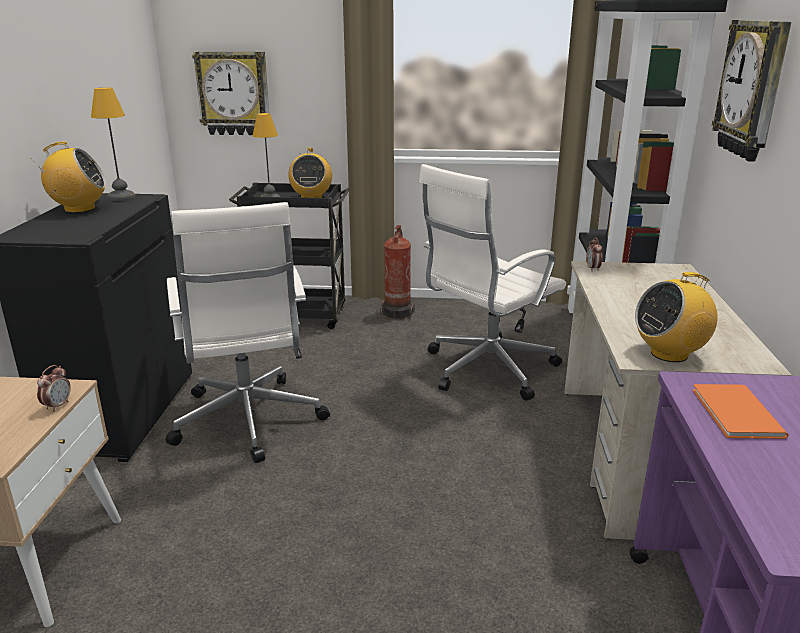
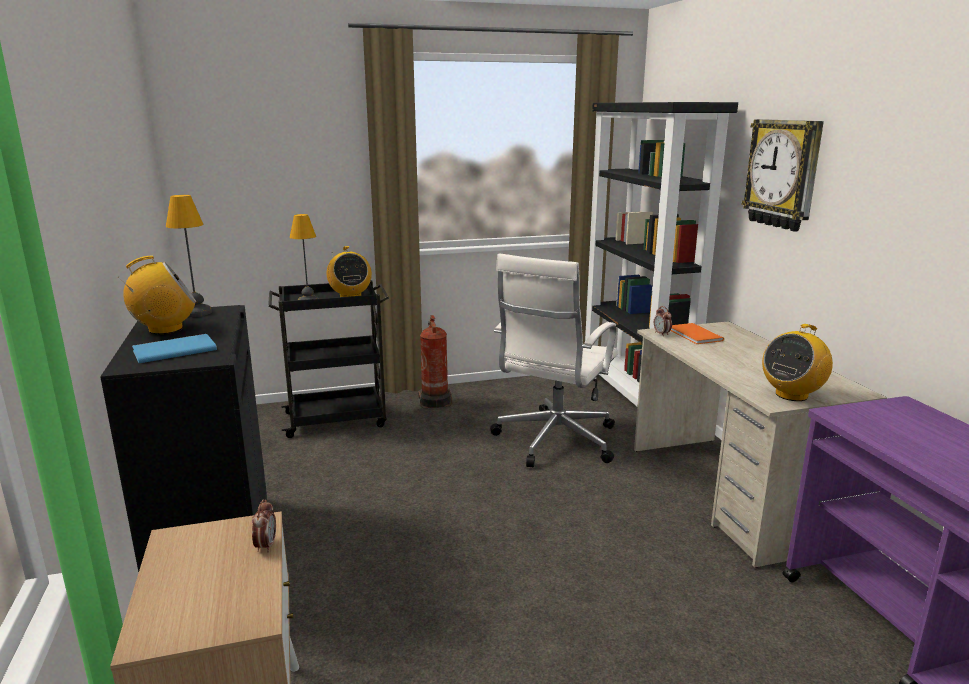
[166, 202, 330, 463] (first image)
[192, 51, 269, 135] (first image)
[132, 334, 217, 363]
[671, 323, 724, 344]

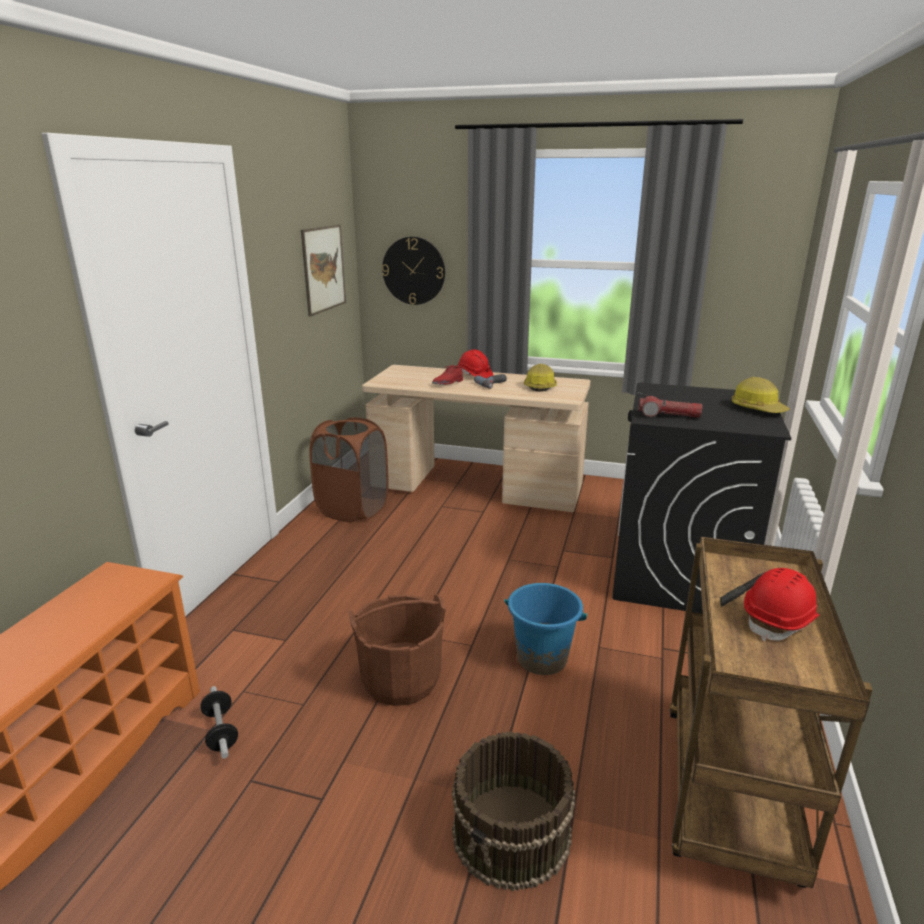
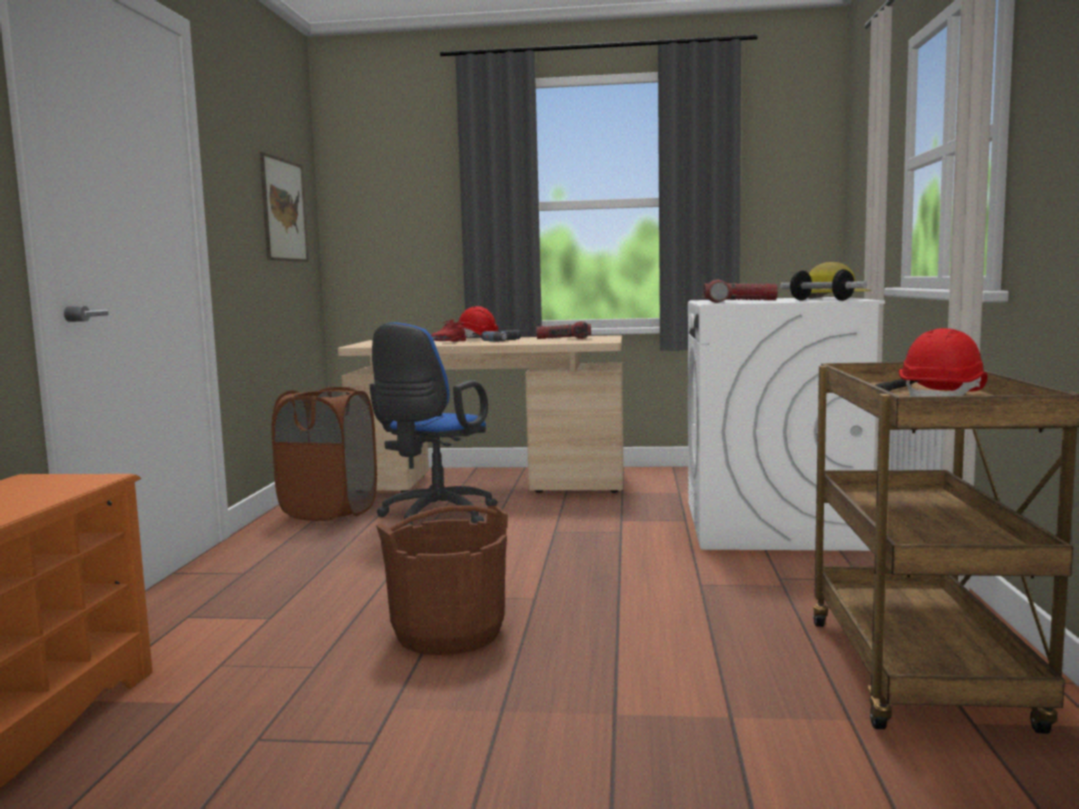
[382, 237, 445, 305] (first image)
[452, 731, 575, 892] (first image)
[504, 583, 587, 675] (first image)
[370, 322, 498, 527]
[780, 269, 867, 301]
[536, 321, 591, 339]
[688, 297, 885, 551]

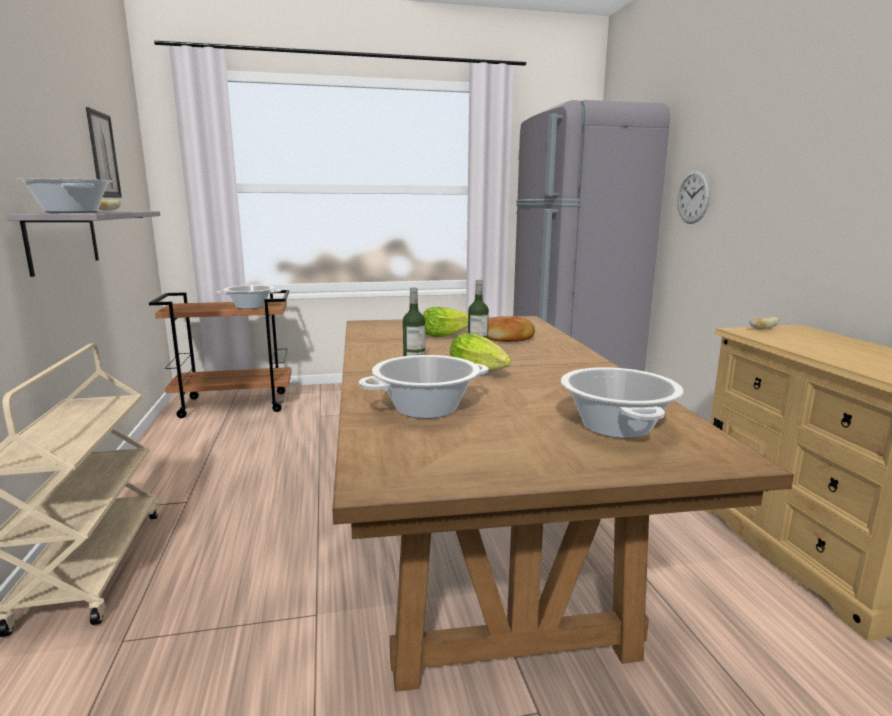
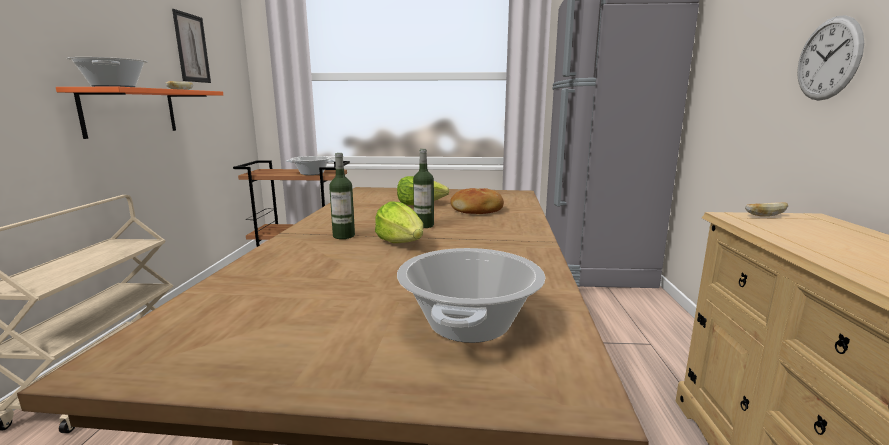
[359, 355, 489, 419] (first image)
[797, 15, 864, 101]
[56, 87, 223, 139]

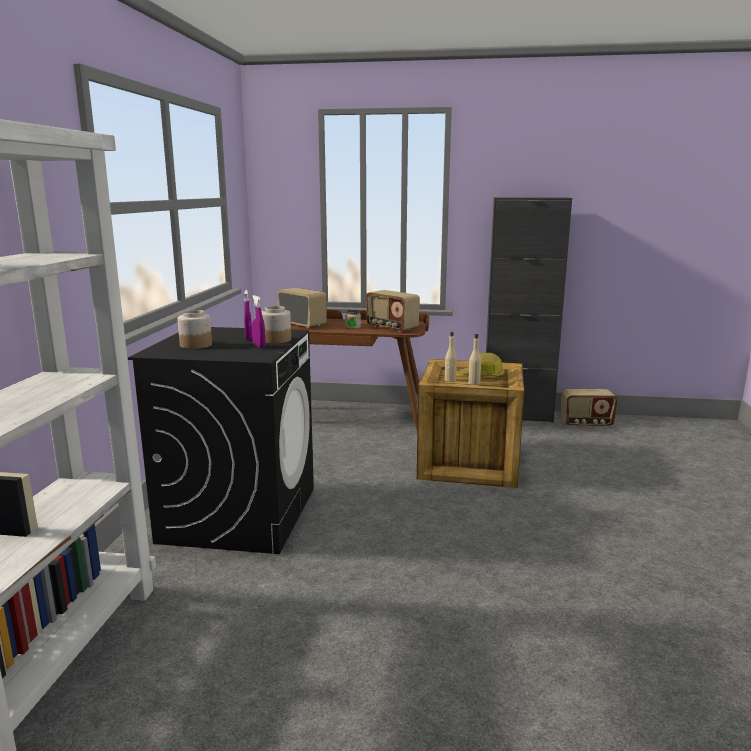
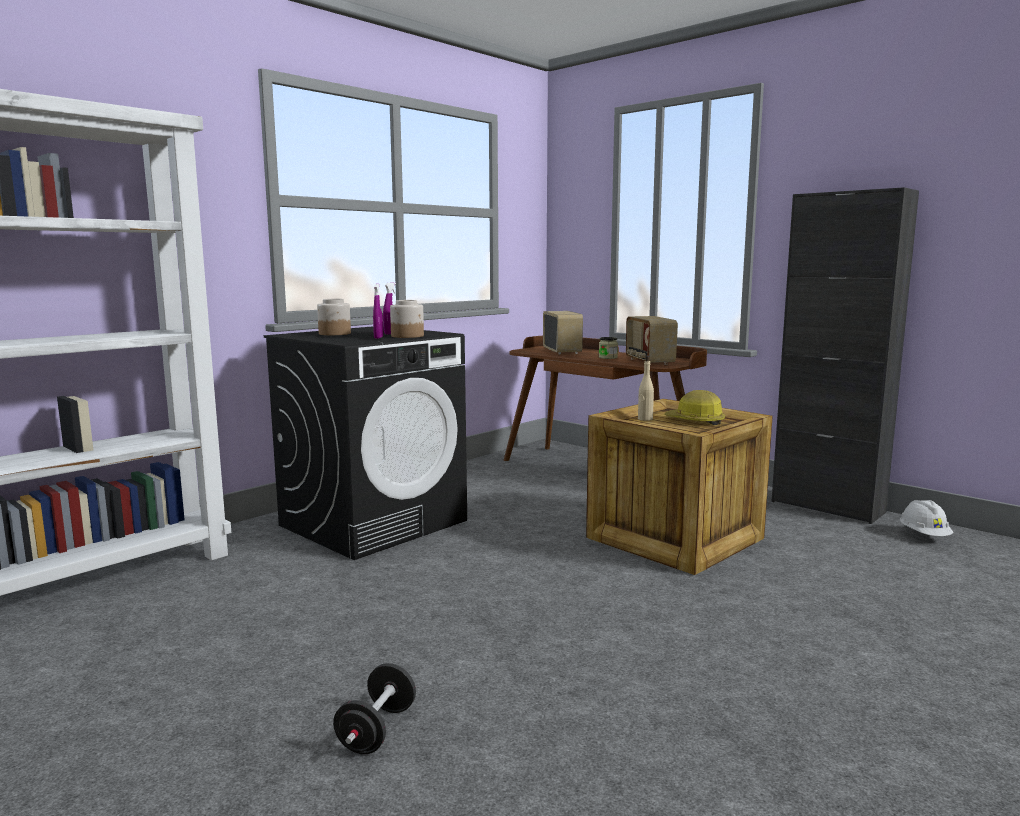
[468, 334, 481, 385] (first image)
[333, 663, 416, 754]
[900, 500, 953, 536]

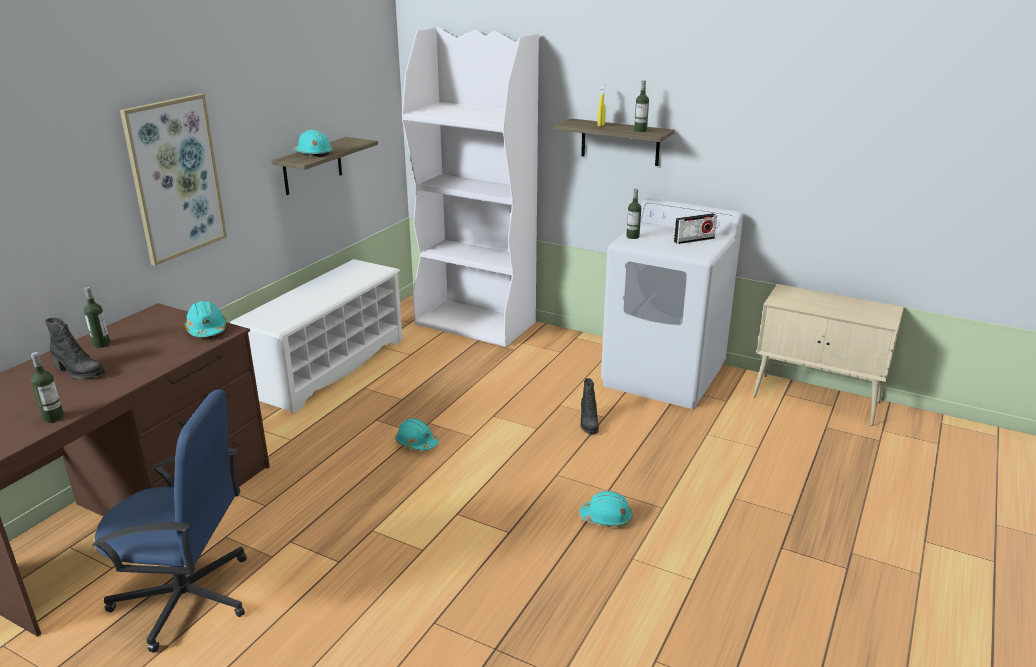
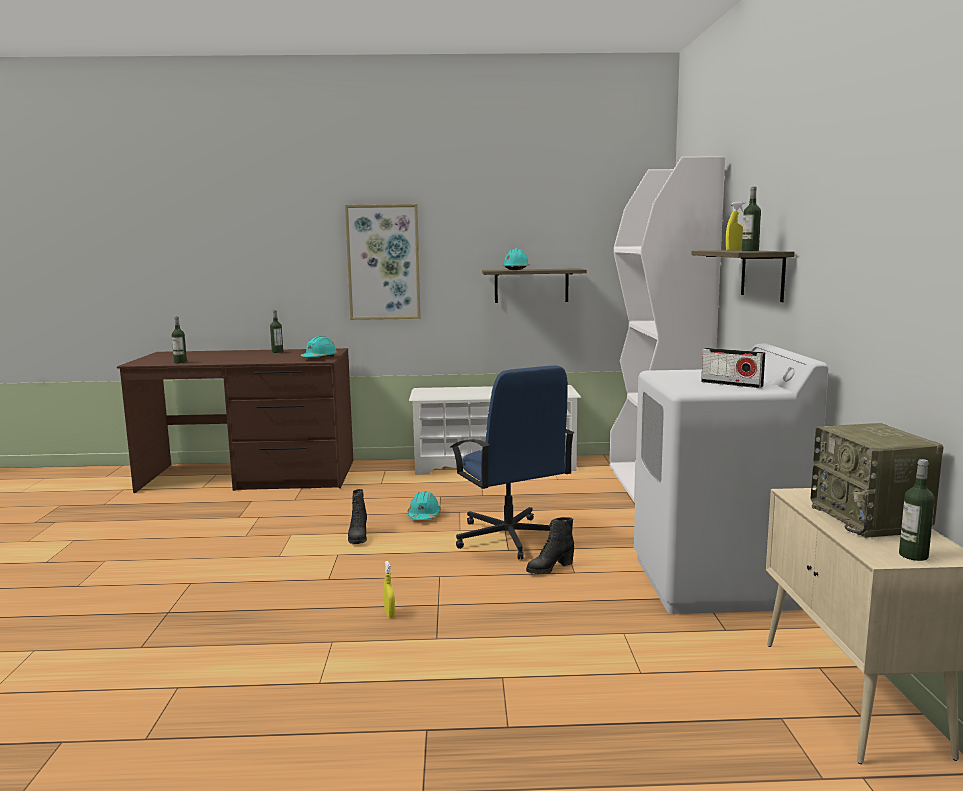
[810, 423, 944, 538]
[348, 489, 367, 544]
[451, 365, 574, 560]
[899, 459, 935, 561]
[384, 561, 395, 618]

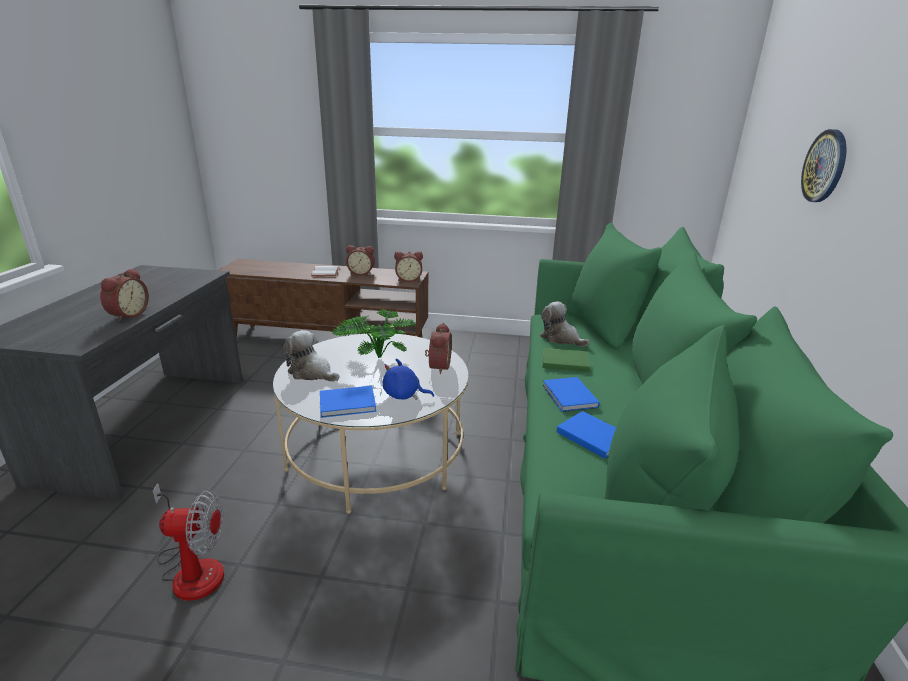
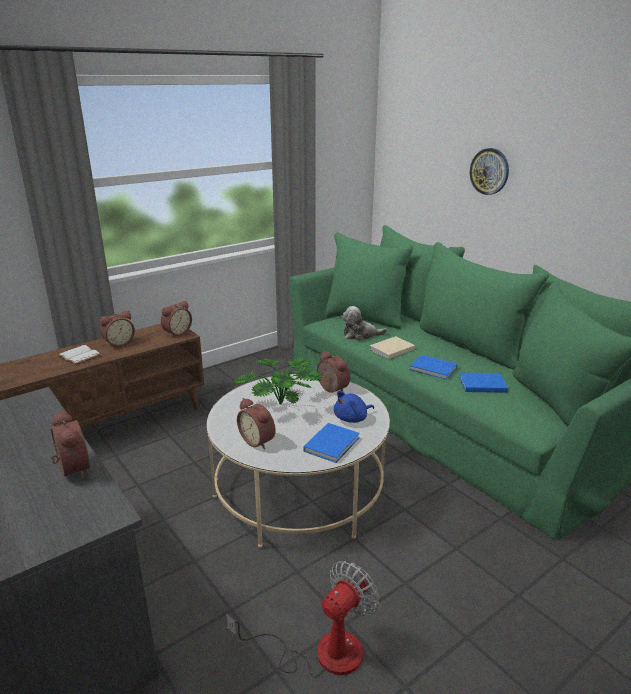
[237, 398, 275, 449]
[370, 336, 415, 359]

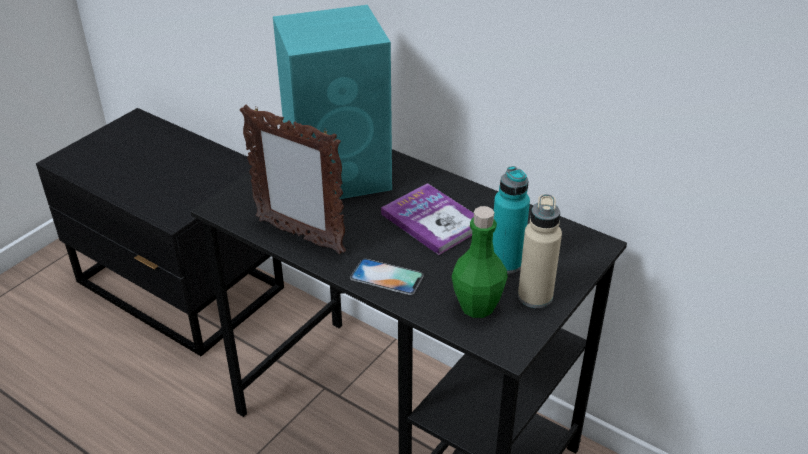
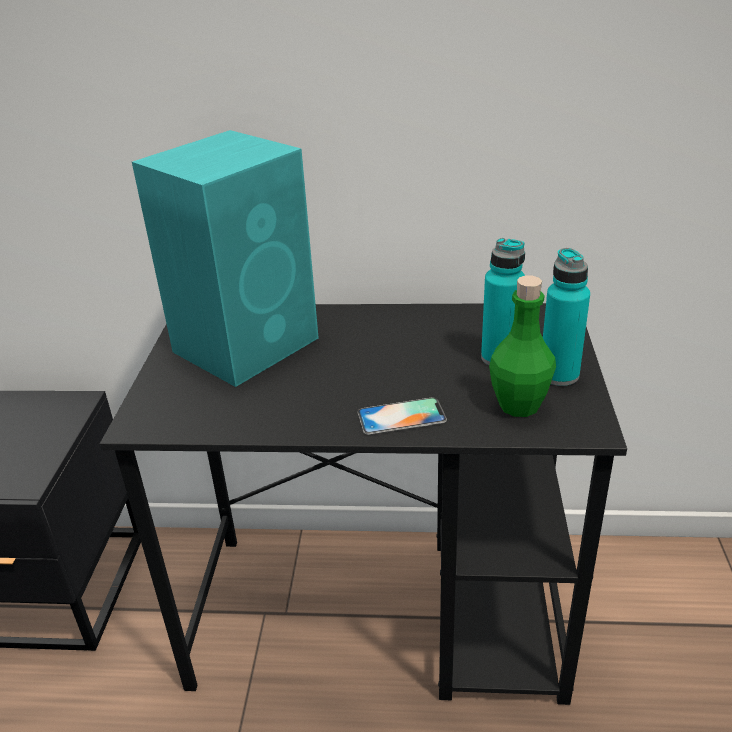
[240, 105, 346, 254] (first image)
[381, 183, 474, 255] (first image)
[543, 248, 590, 386]

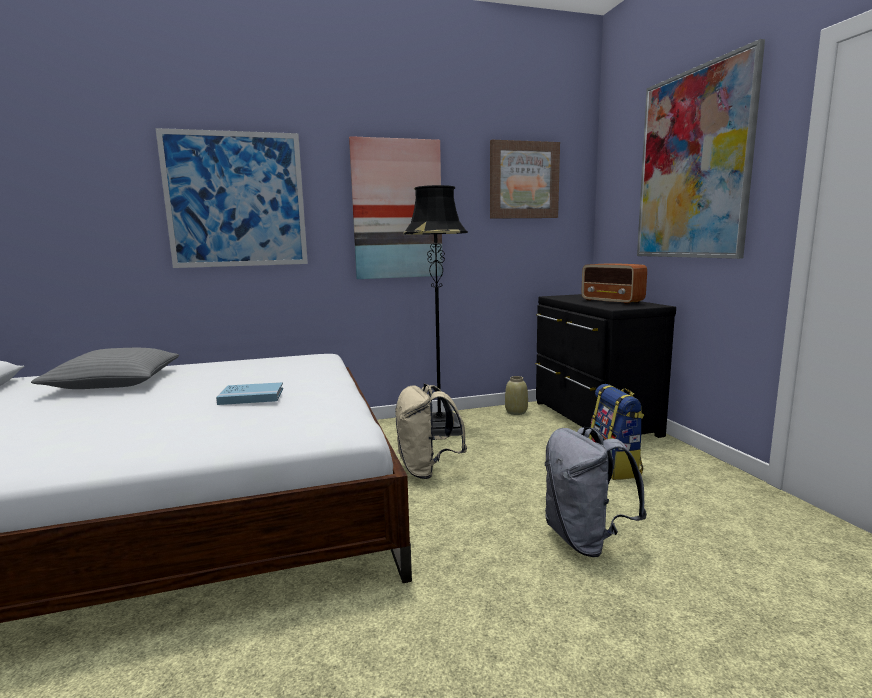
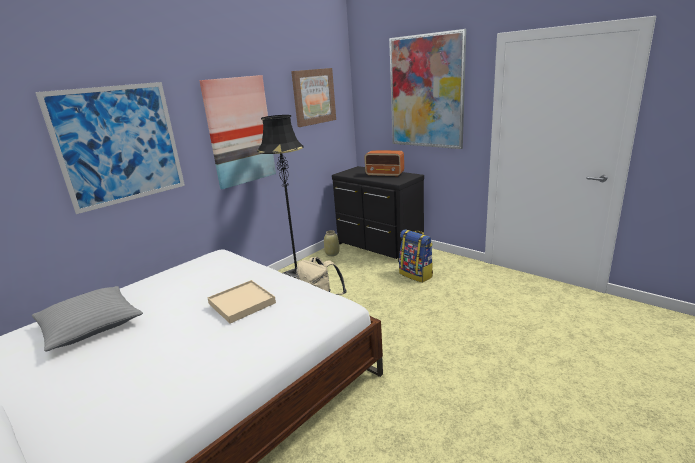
[545, 427, 647, 557] (first image)
[207, 280, 276, 323]

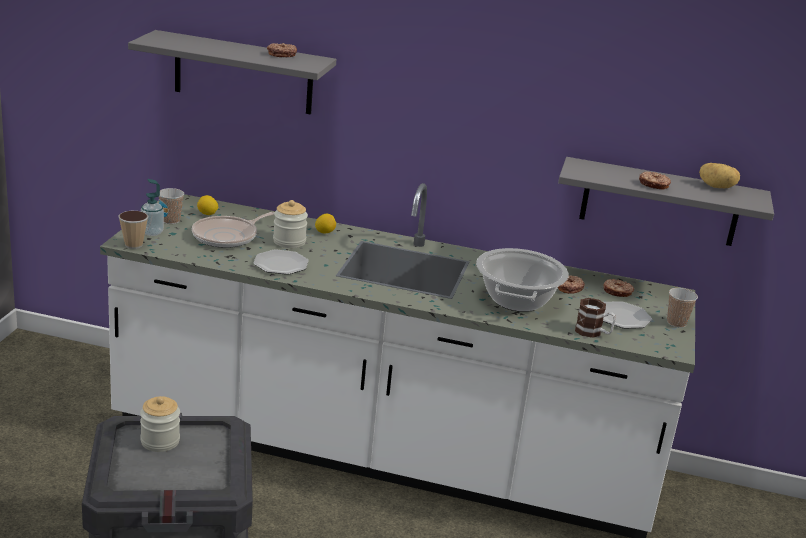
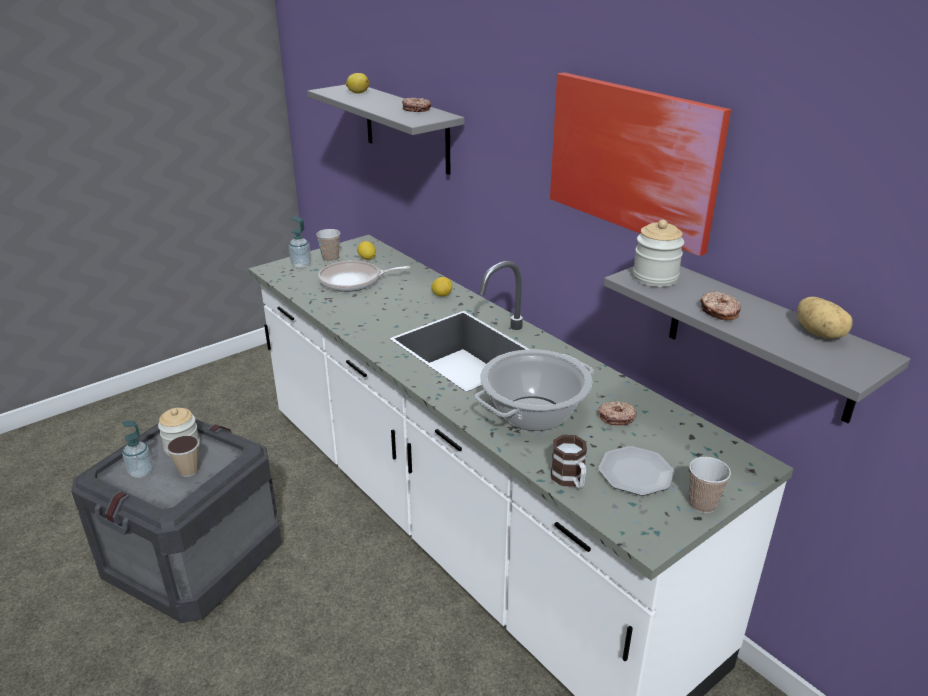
[254, 250, 309, 275] (first image)
[604, 279, 634, 297] (first image)
[122, 420, 153, 478]
[346, 73, 369, 94]
[550, 72, 731, 256]
[167, 436, 199, 477]
[633, 220, 684, 287]

